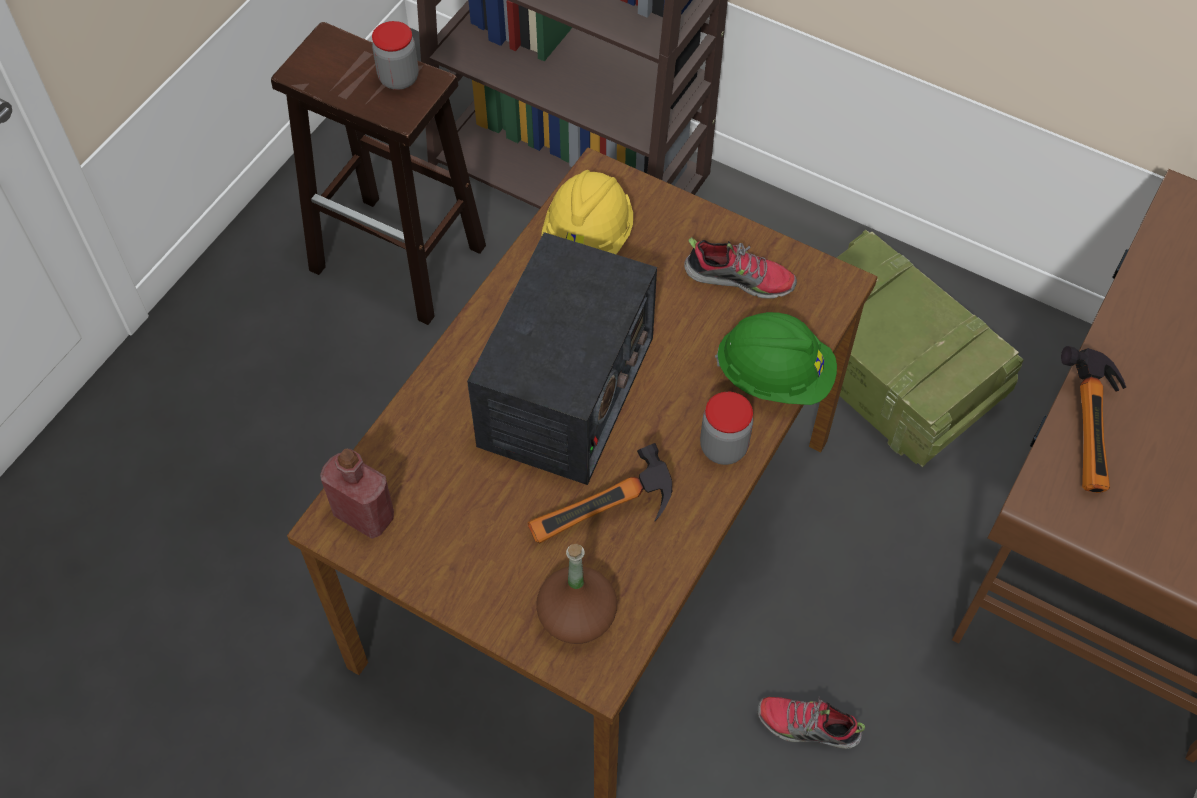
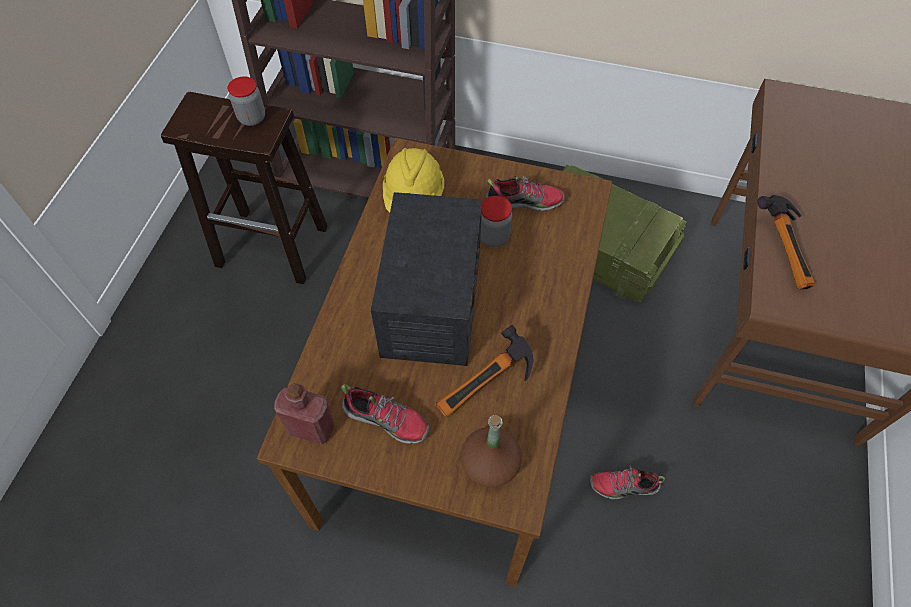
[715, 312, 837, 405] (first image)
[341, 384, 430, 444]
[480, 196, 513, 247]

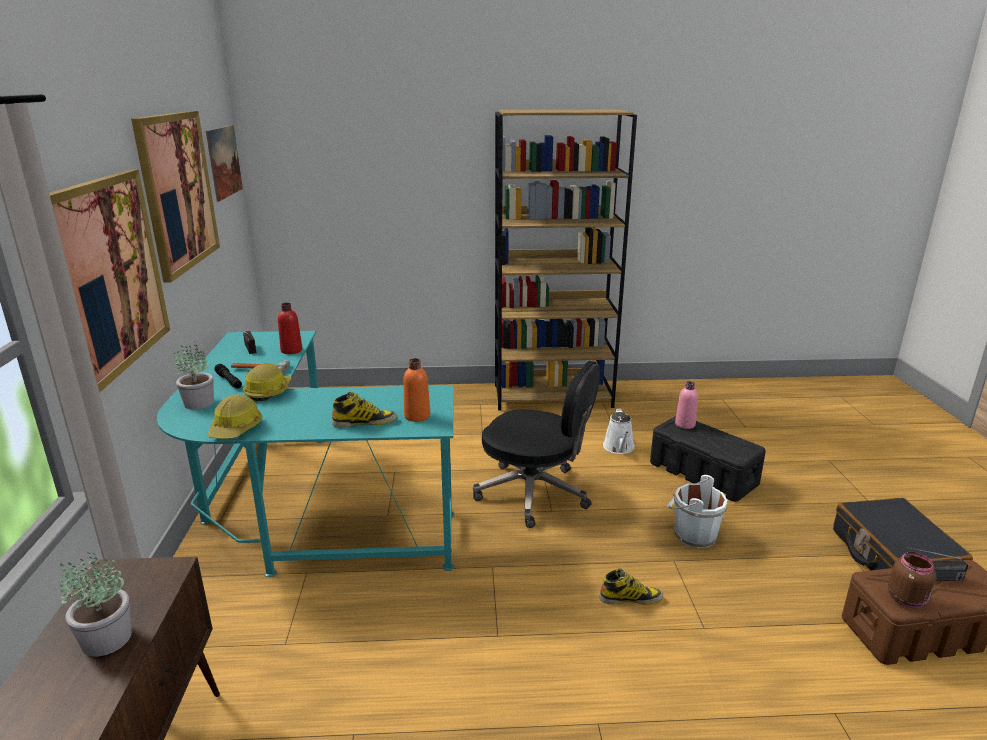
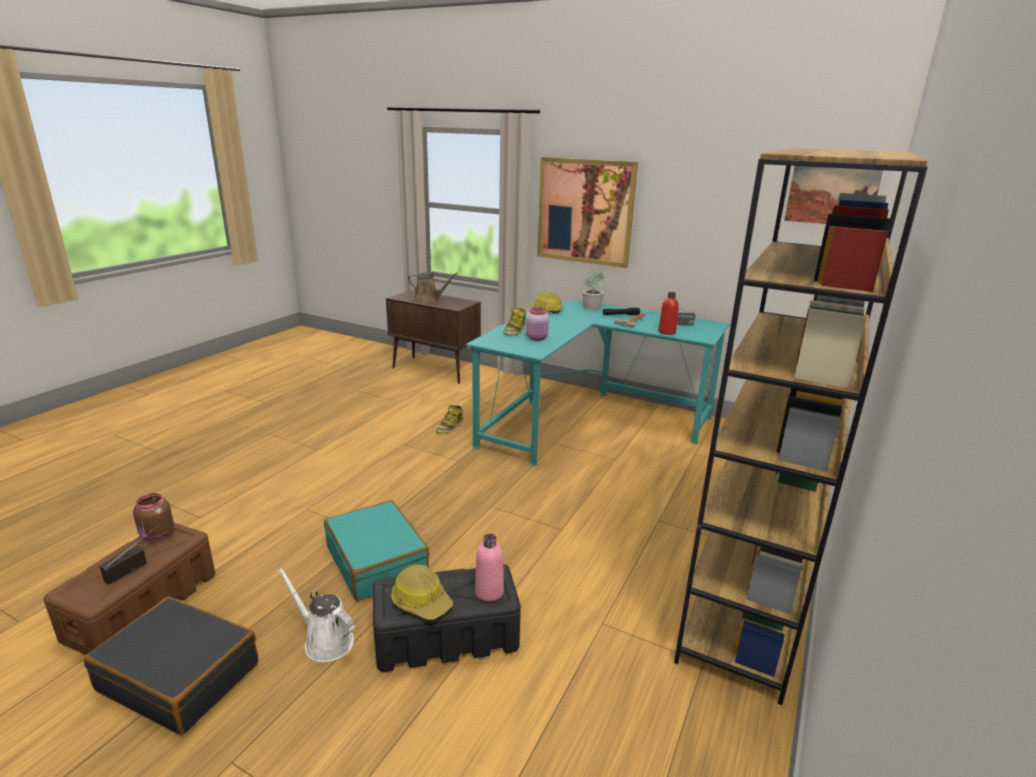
[131, 111, 220, 283] (first image)
[403, 358, 430, 422] (first image)
[473, 361, 600, 528] (first image)
[526, 307, 549, 341]
[391, 564, 453, 620]
[436, 405, 463, 434]
[278, 568, 355, 662]
[408, 272, 458, 303]
[324, 500, 429, 601]

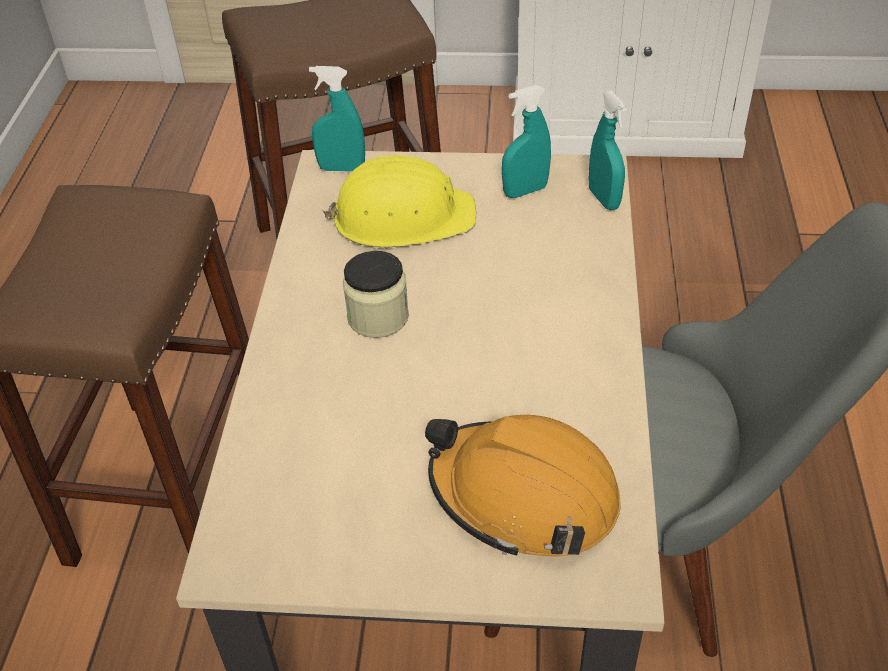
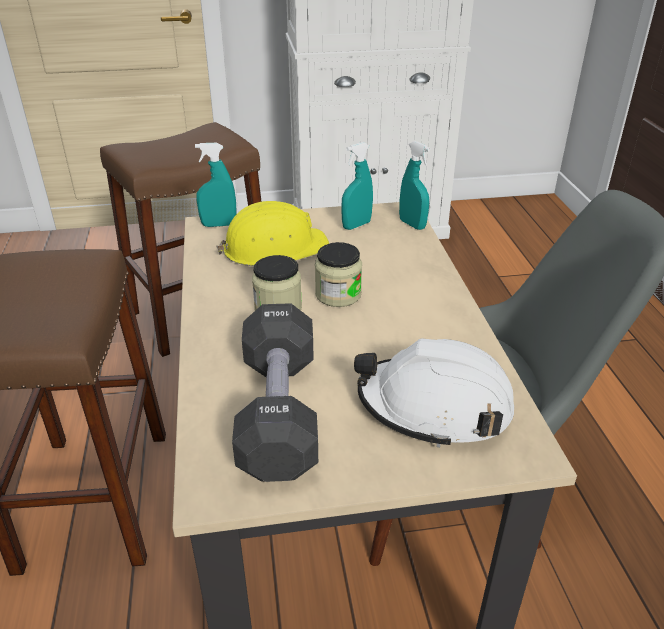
[232, 303, 318, 482]
[315, 242, 362, 307]
[354, 338, 514, 448]

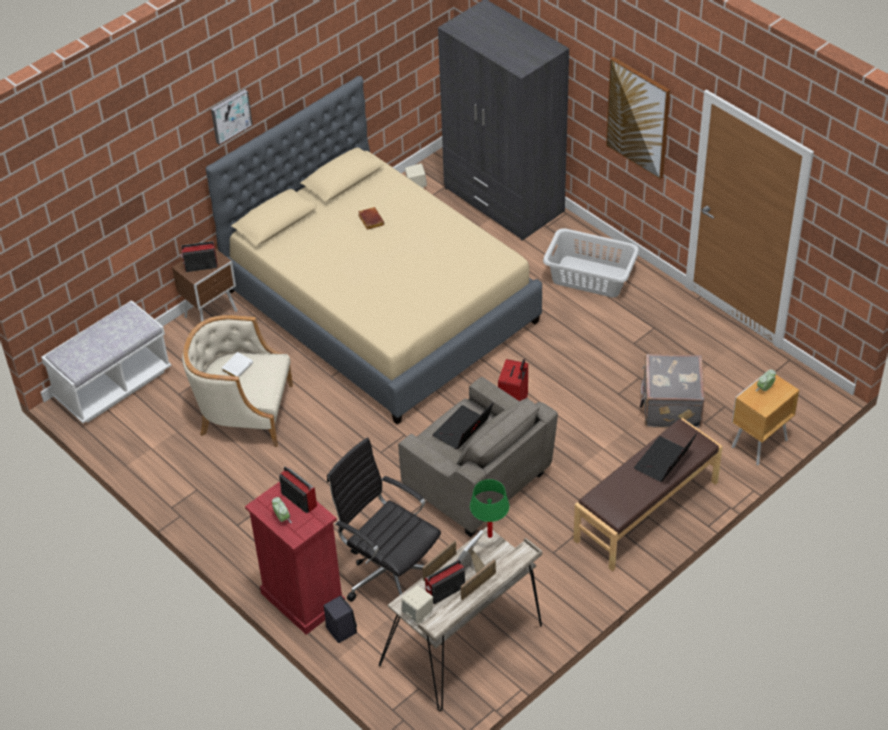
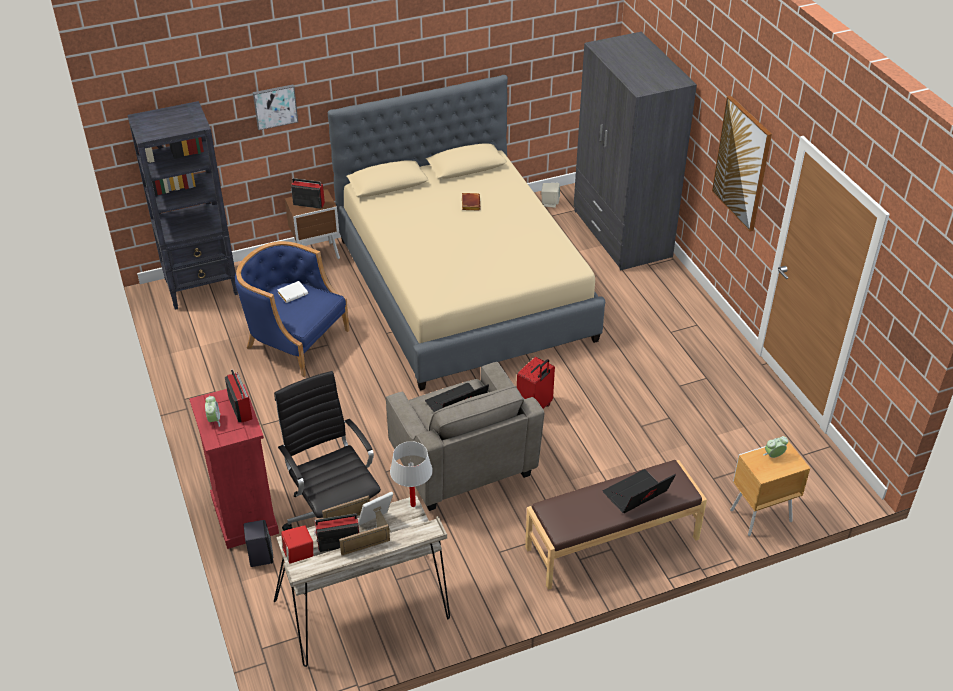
[543, 228, 639, 298] (first image)
[640, 354, 705, 428] (first image)
[253, 85, 298, 130]
[127, 101, 238, 310]
[235, 241, 349, 377]
[281, 525, 313, 564]
[390, 441, 433, 507]

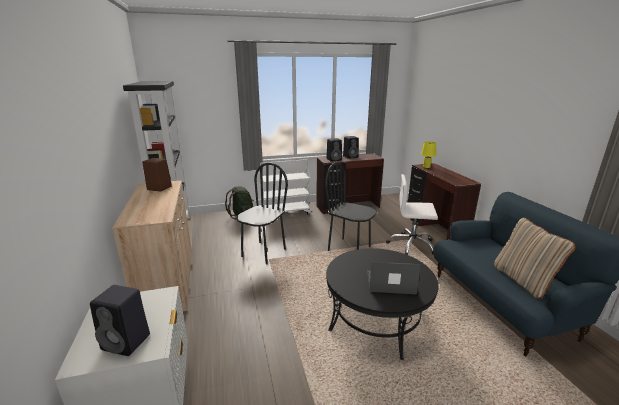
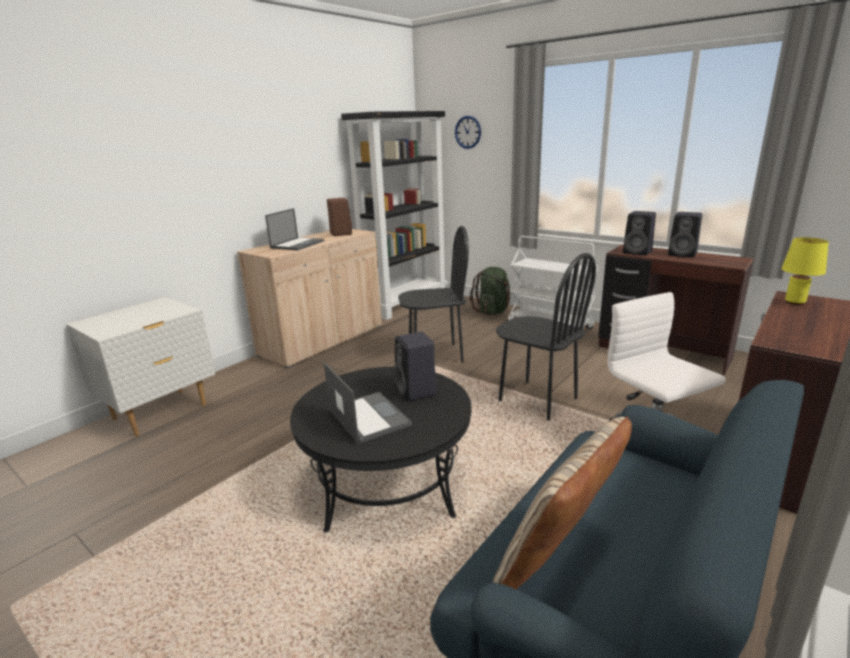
[265, 208, 324, 251]
[455, 116, 481, 149]
[394, 332, 436, 401]
[496, 253, 596, 420]

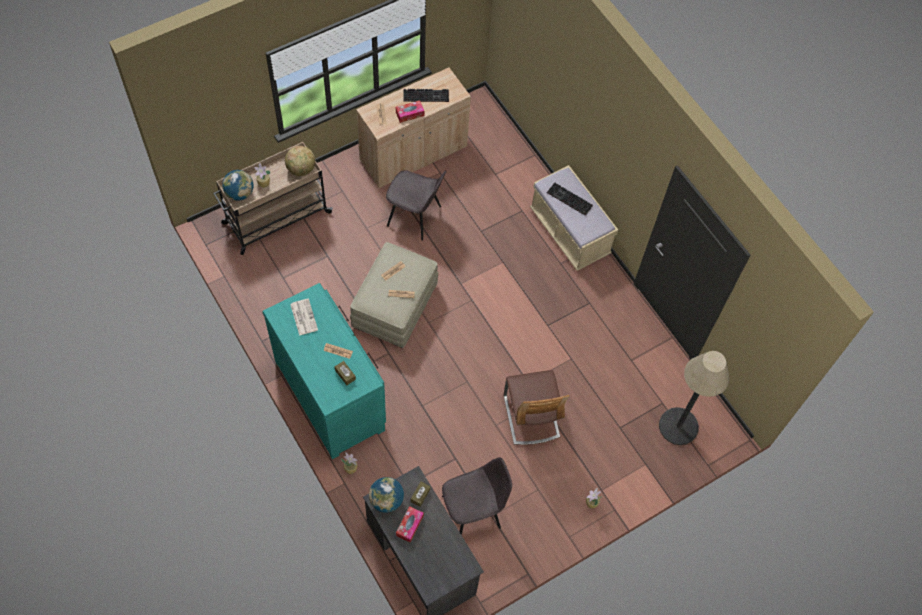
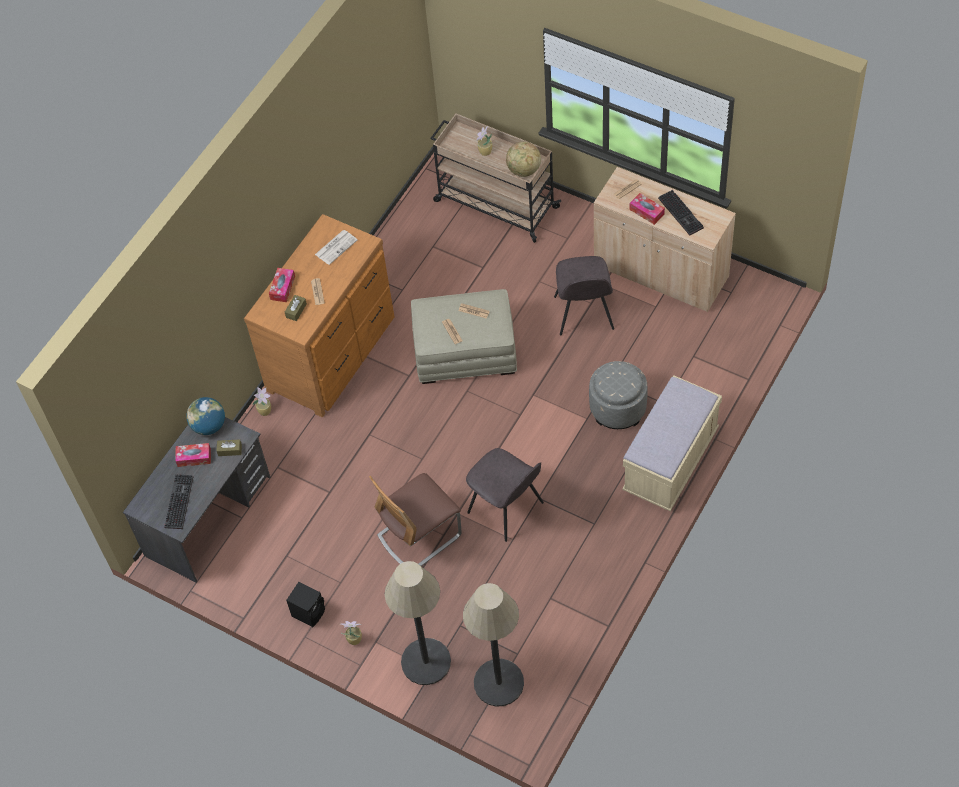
[222, 170, 254, 201] (first image)
[269, 268, 295, 302]
[286, 582, 325, 627]
[384, 561, 451, 685]
[589, 361, 648, 429]
[466, 448, 544, 542]
[164, 474, 193, 529]
[244, 214, 394, 417]

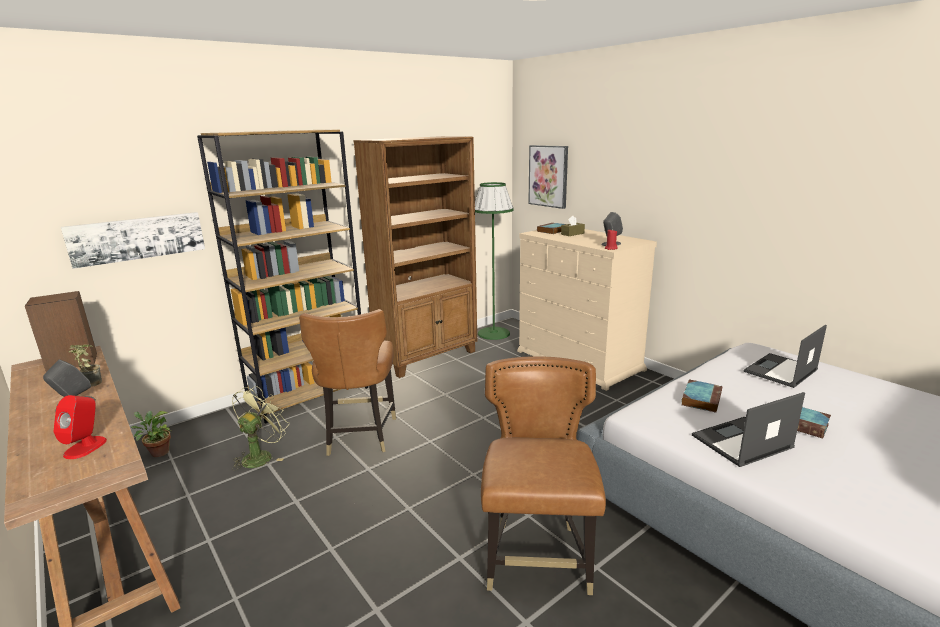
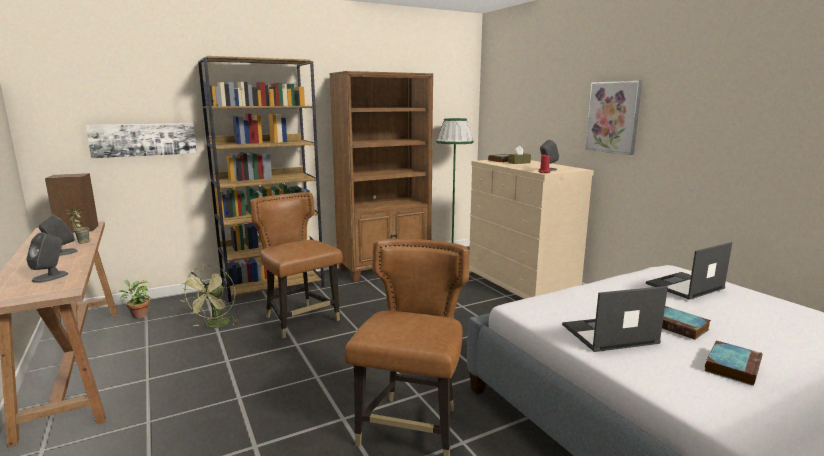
[585, 81, 642, 155]
[705, 341, 762, 386]
[27, 232, 68, 283]
[180, 265, 239, 328]
[250, 192, 343, 338]

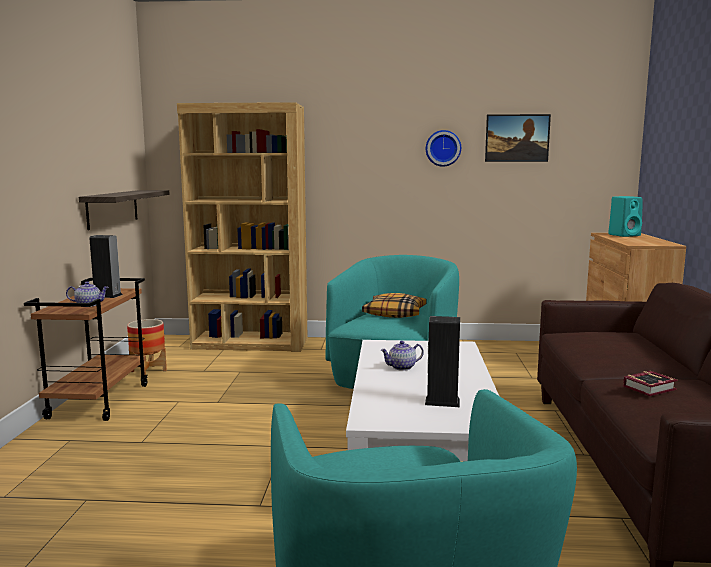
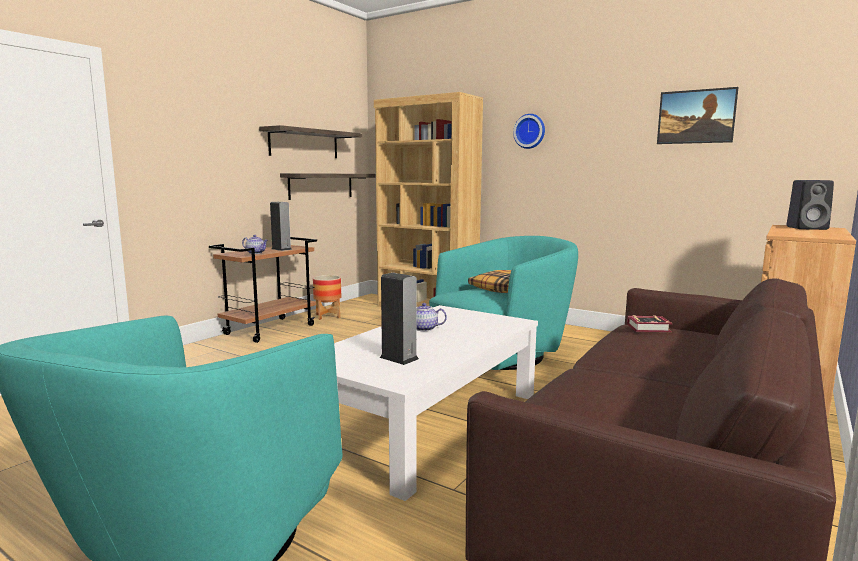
[259, 125, 362, 158]
[513, 114, 545, 149]
[627, 315, 673, 332]
[787, 180, 834, 230]

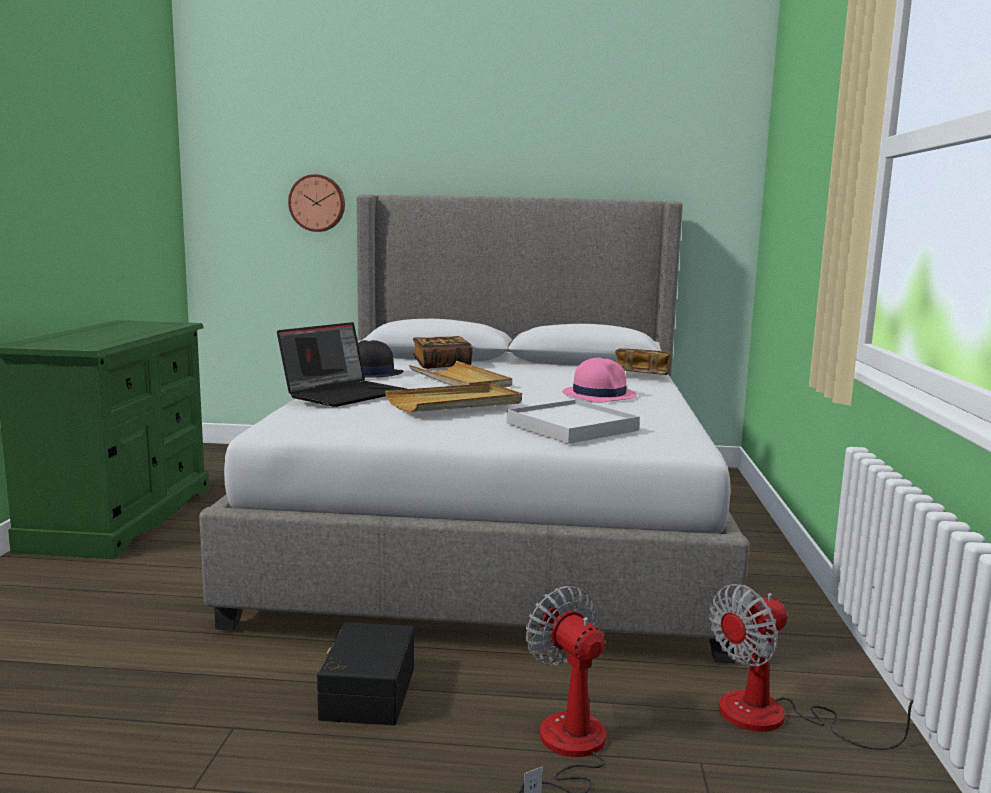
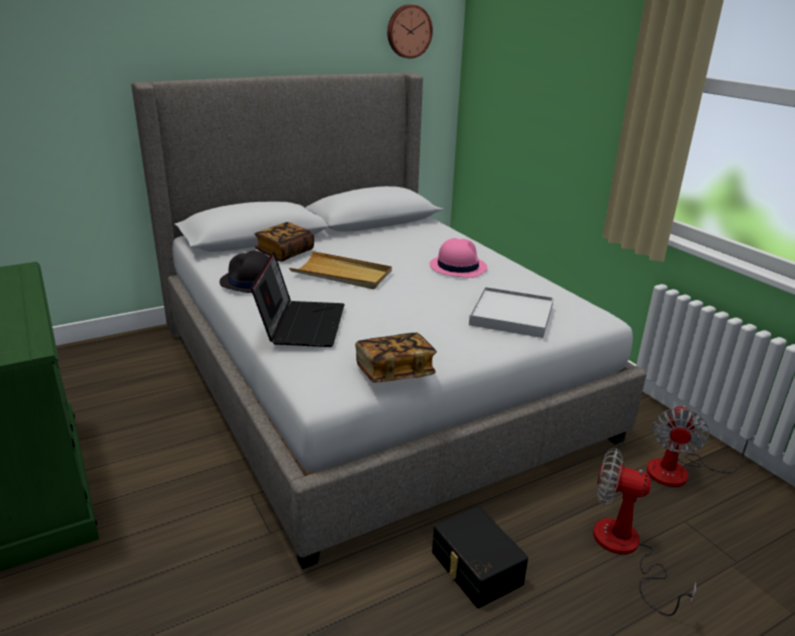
[385, 383, 522, 412] (first image)
[387, 4, 433, 59]
[355, 333, 437, 383]

